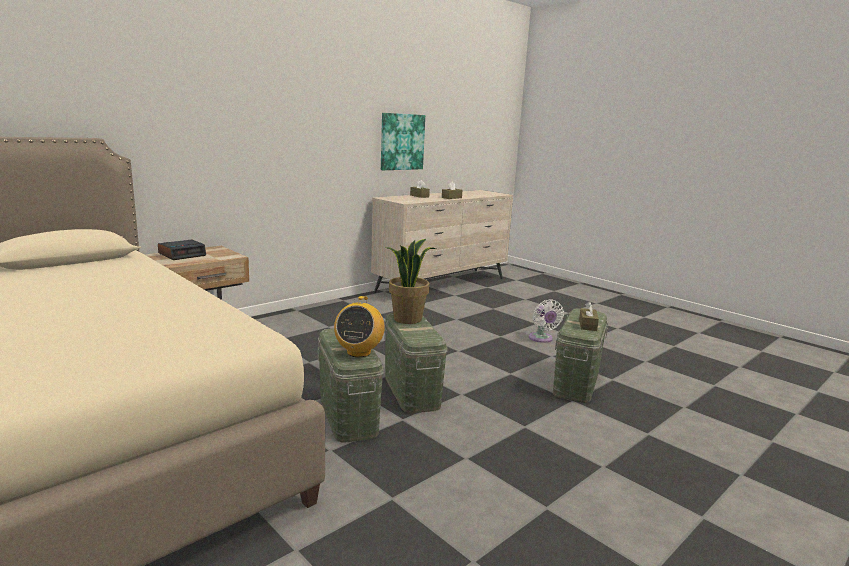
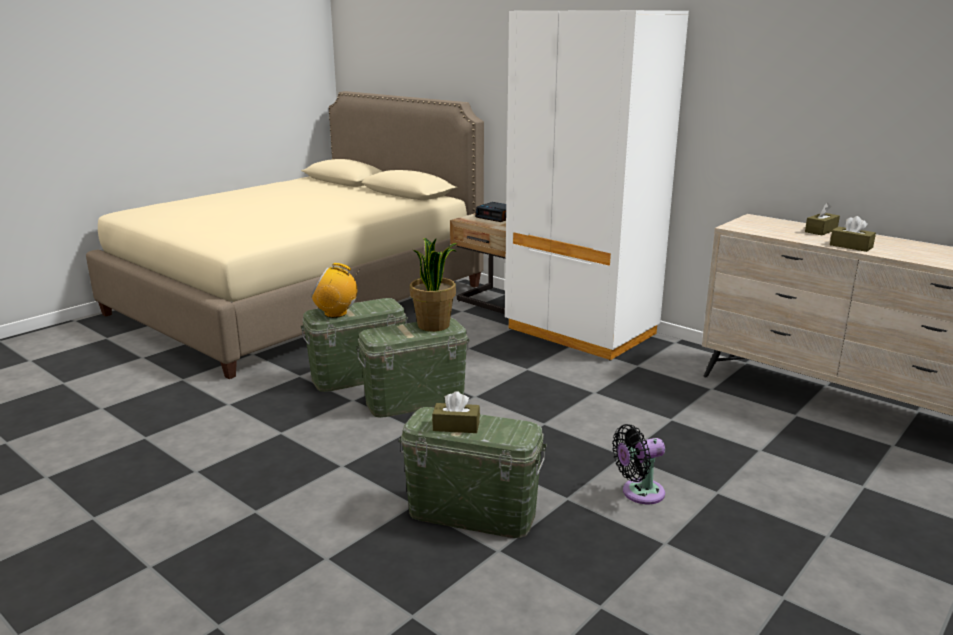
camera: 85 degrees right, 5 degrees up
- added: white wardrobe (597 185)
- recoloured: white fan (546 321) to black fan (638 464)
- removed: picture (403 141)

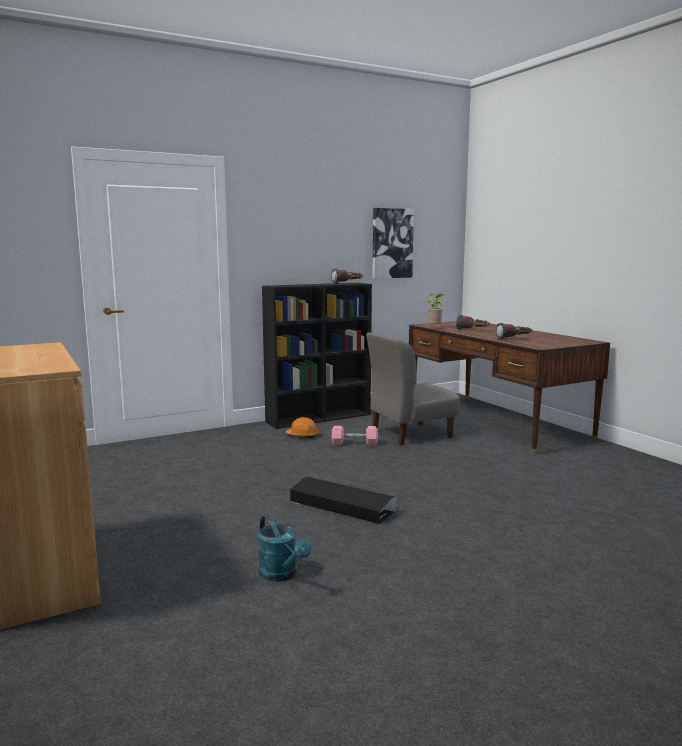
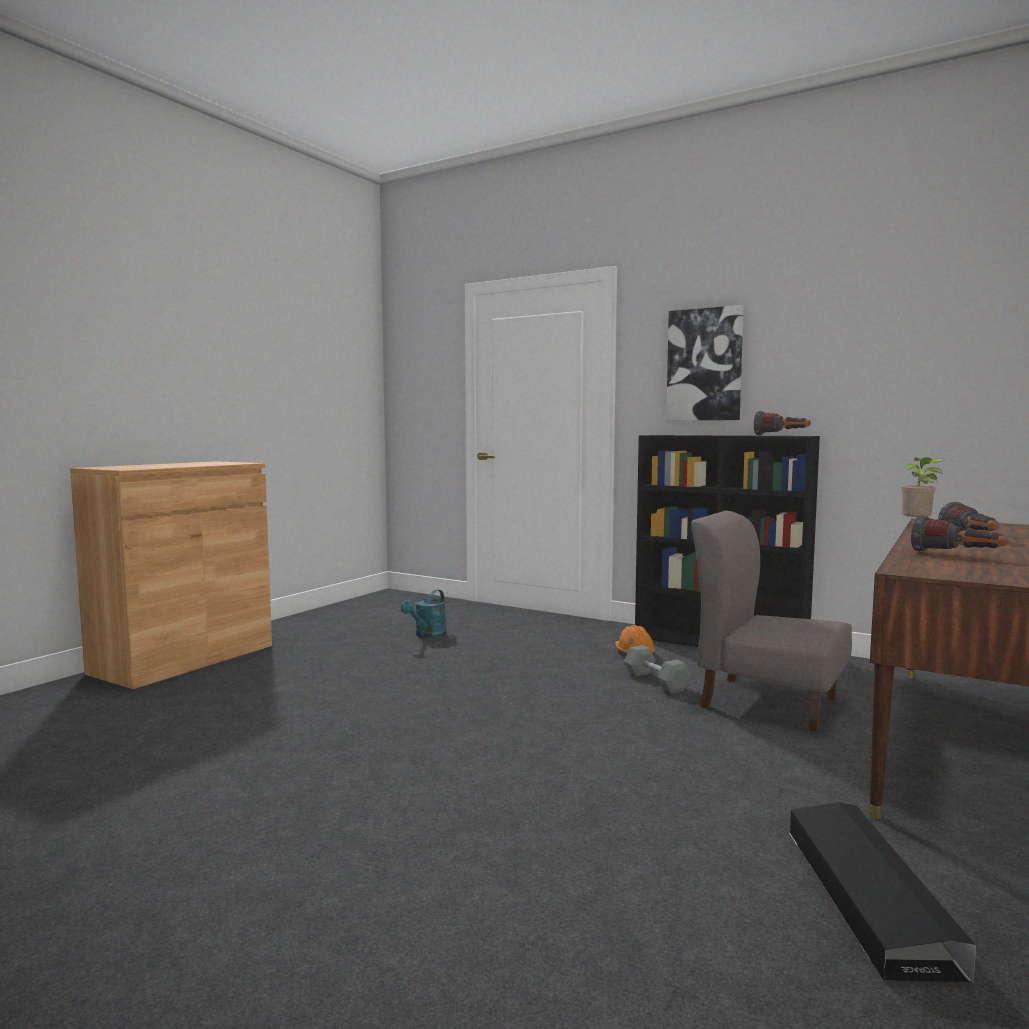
camera: 60 degrees right, 5 degrees down
- moved: turquoise watering can (284 548) to (424 614)
- recoloured: pink dumbbell (355 436) to grey dumbbell (657 669)
- moved: picture (393 243) to (705 362)
- moved: black storage box (343 500) to (882 892)

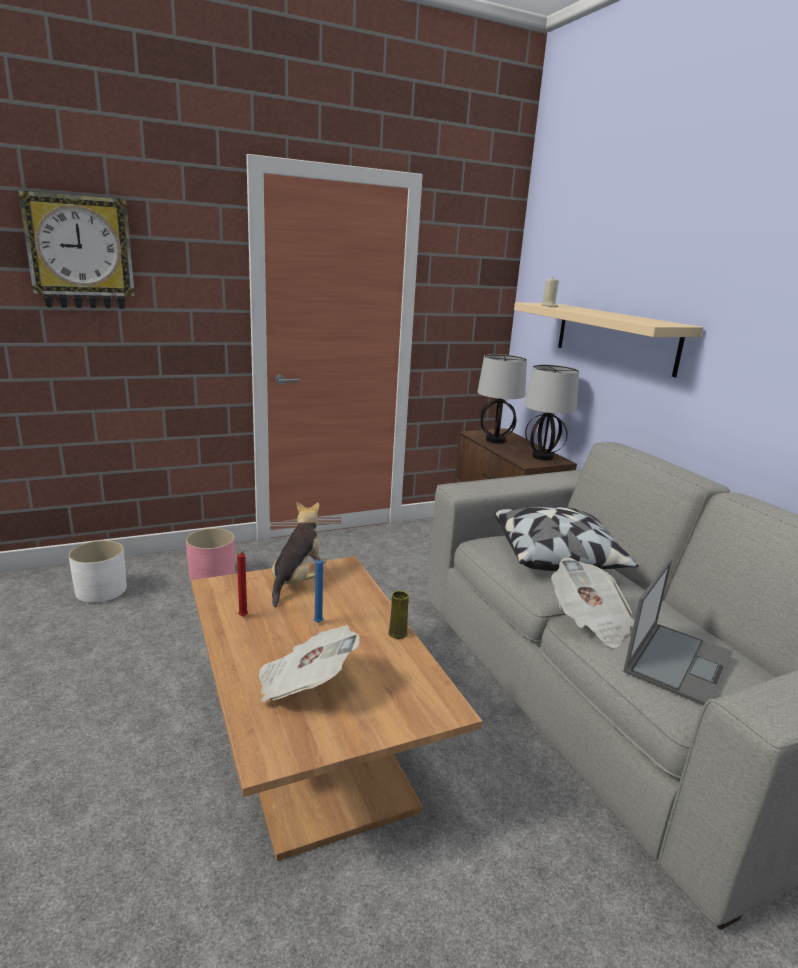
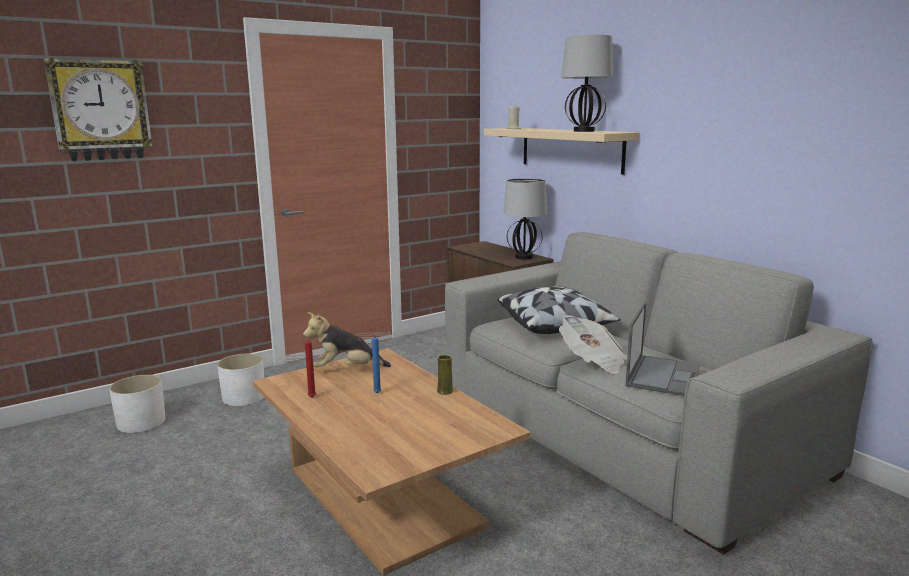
camera: 10 degrees left, 5 degrees down
- recoloured: pink planter (210 554) to white planter (240 380)
- turned: plush toy (299 554) = (347 339) 105 degrees counterclockwise
- moved: table lamp (502 398) to (587 83)
- removed: newspaper (309 663)

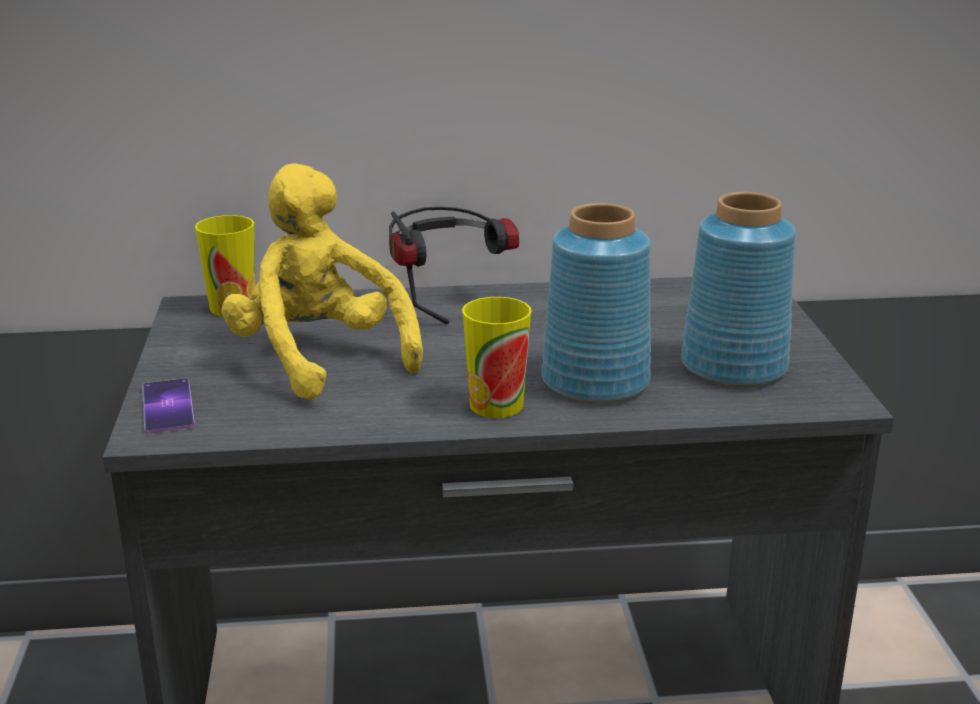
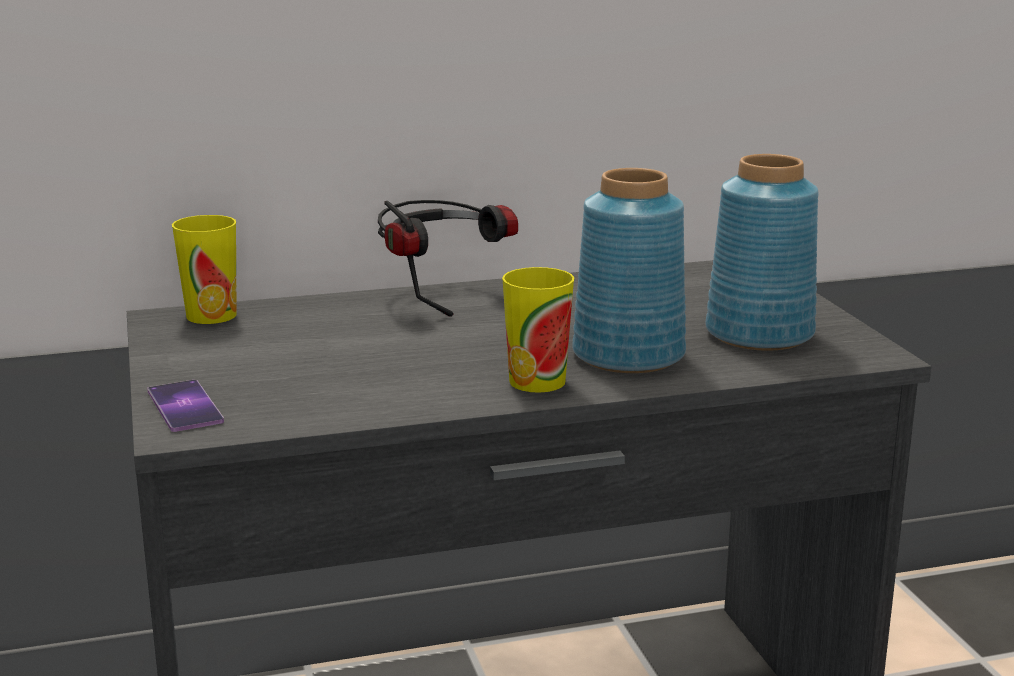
camera: 10 degrees left, 5 degrees down
- removed: yellow plush toy (322 281)

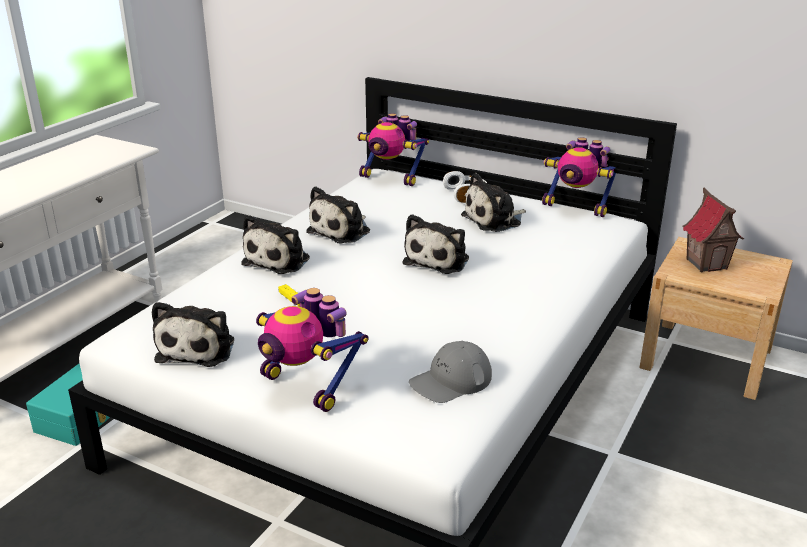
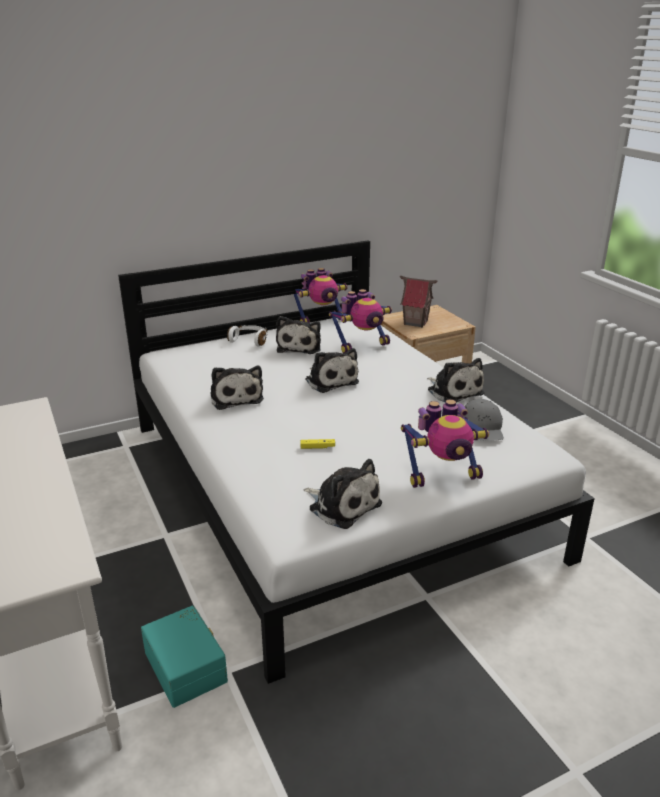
camera: 55 degrees left, 0 degrees up
- moved: toy robot (393 149) to (360 321)
- moved: plush toy (275 244) to (456 380)

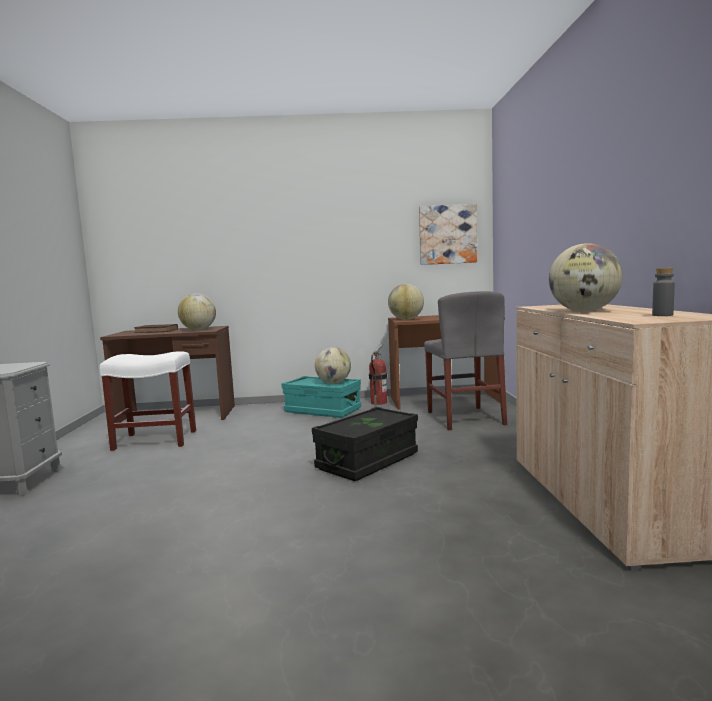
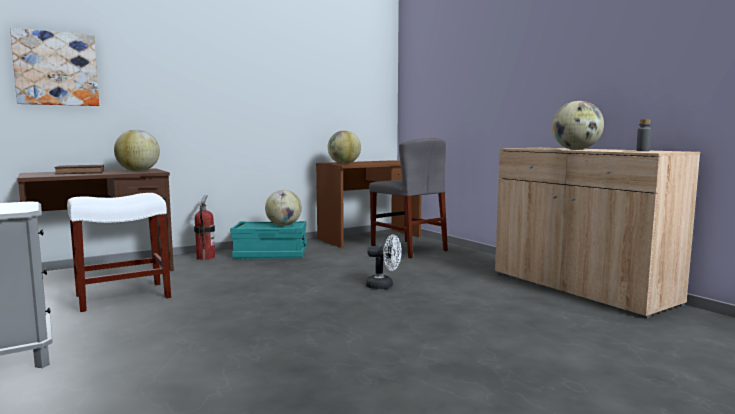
camera: 30 degrees left, 0 degrees up
- moved: picture (448 234) to (54 67)
- moved: fire extinguisher (378 374) to (204 227)
- replaced: black storage box (365 444) to white fan (384 262)

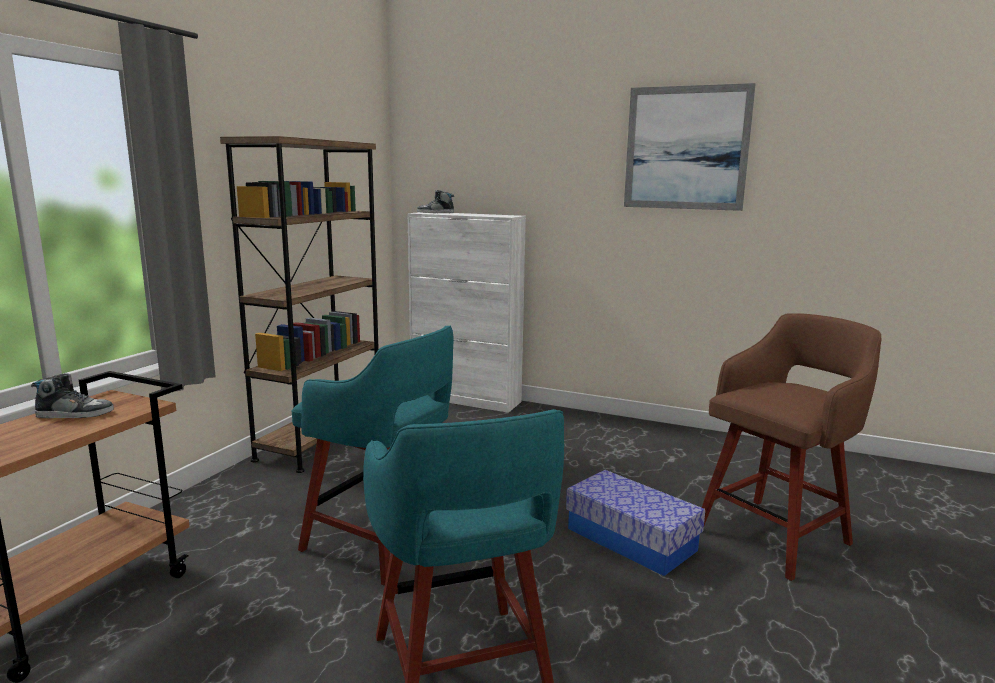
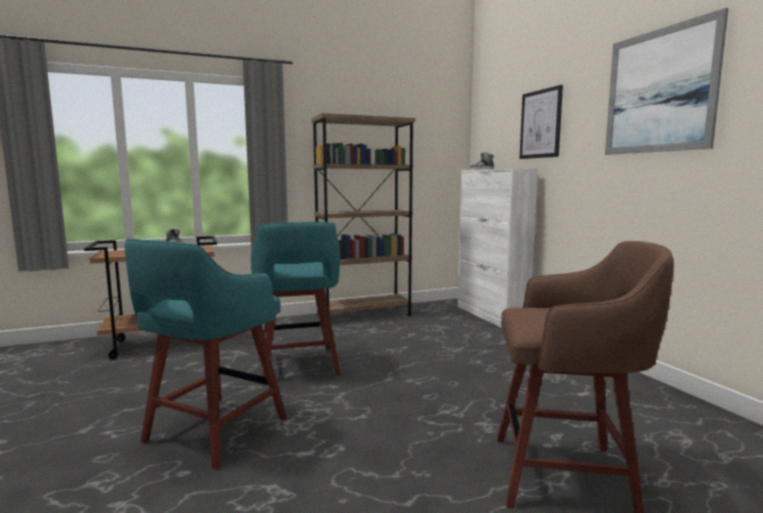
camera: 45 degrees right, 5 degrees down
- added: picture (541 122)
- removed: storage box (635 523)

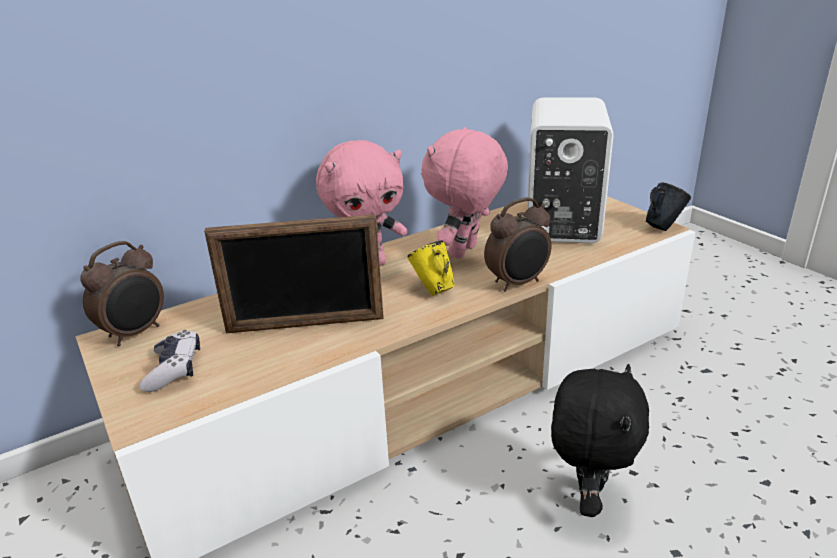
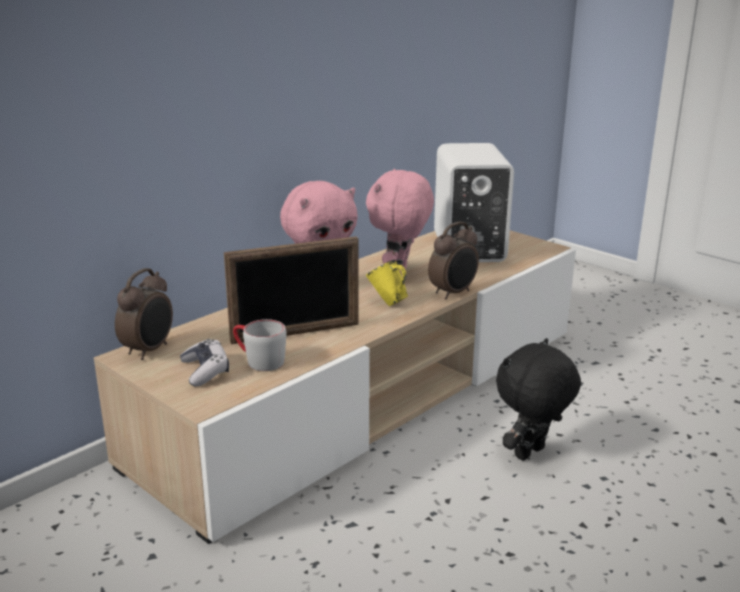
camera: 15 degrees left, 5 degrees down
- added: grey mug (260 345)
- turned: black plush toy (600 440) = (538 399) 135 degrees counterclockwise
- removed: blue mug (668 207)

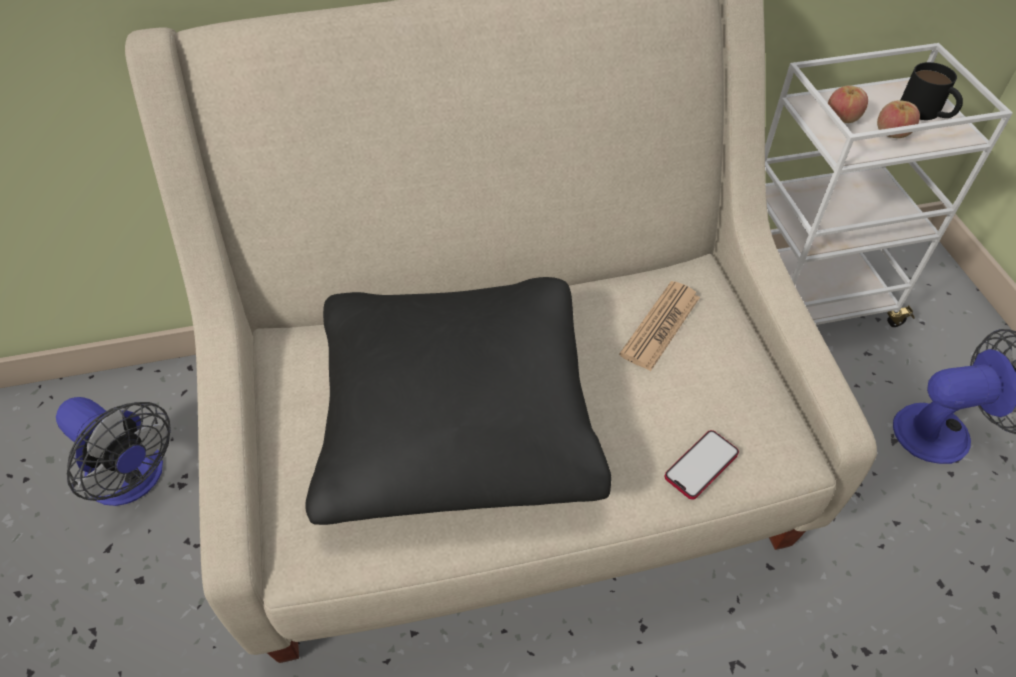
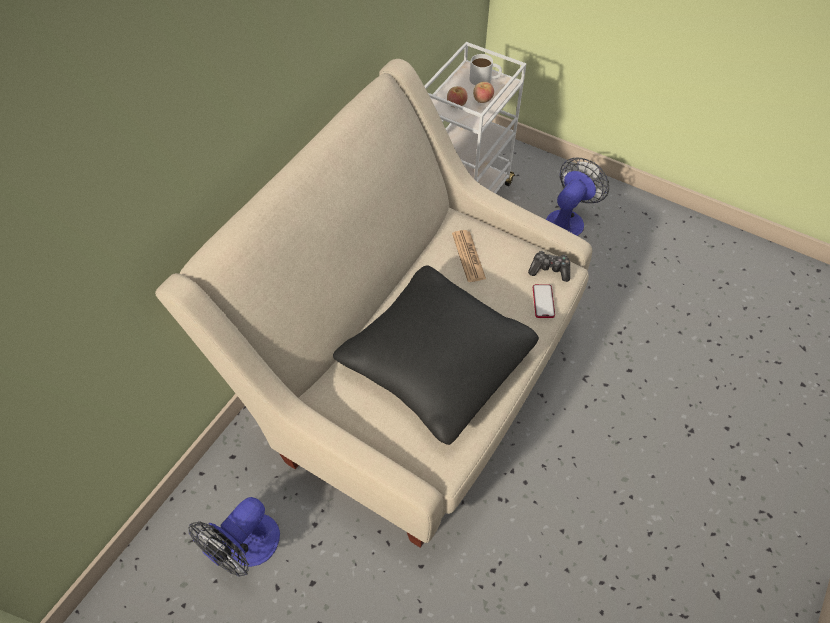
camera: 45 degrees left, 5 degrees up
- turned: fan (113 451) = (234 536) 135 degrees clockwise
- recoloured: black mug (932 91) to white mug (486 69)
- added: game controller (549 266)

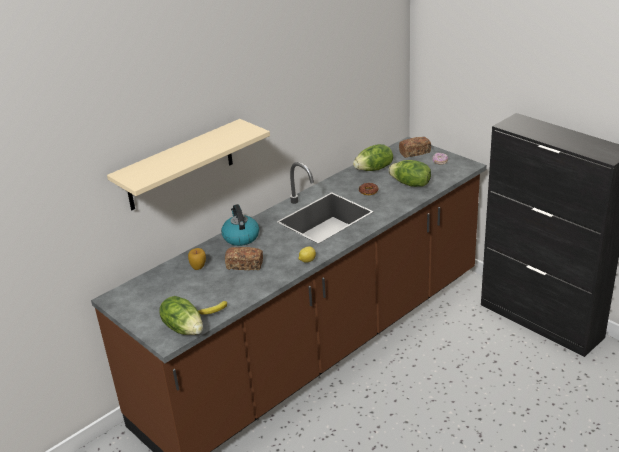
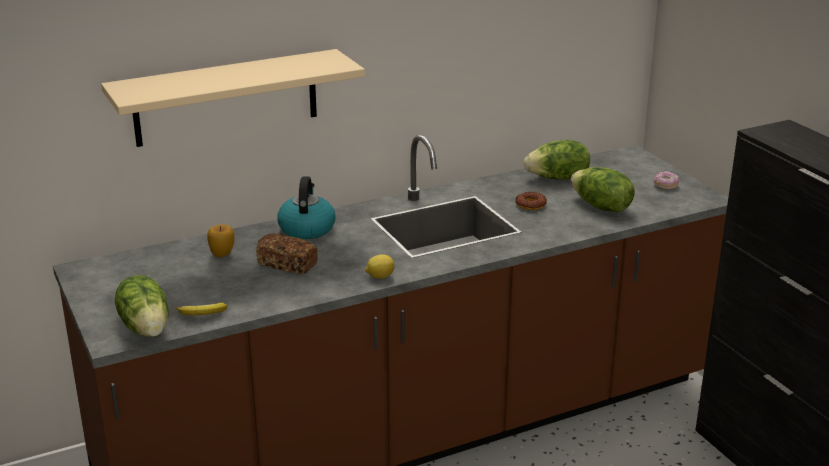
camera: 15 degrees right, 5 degrees down
- removed: bread (415 147)

